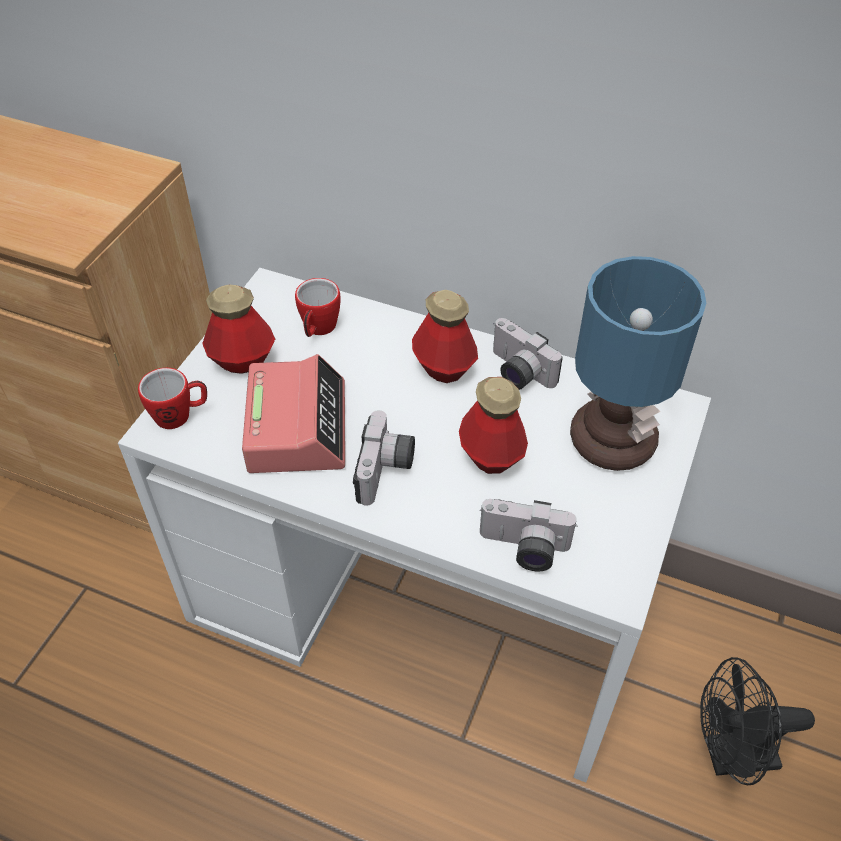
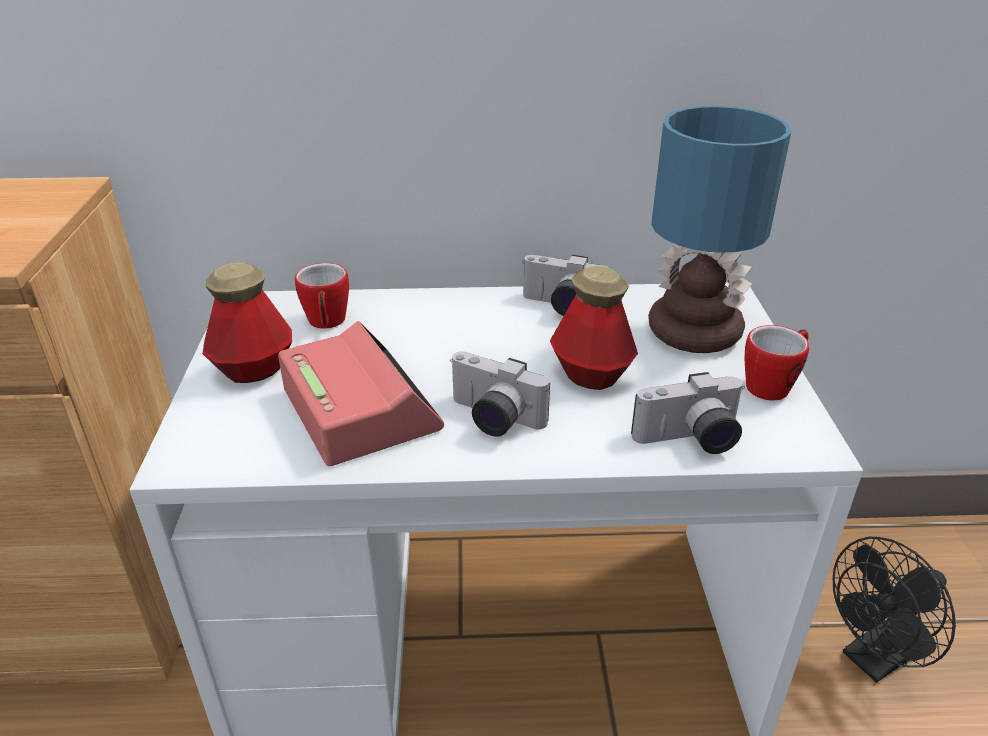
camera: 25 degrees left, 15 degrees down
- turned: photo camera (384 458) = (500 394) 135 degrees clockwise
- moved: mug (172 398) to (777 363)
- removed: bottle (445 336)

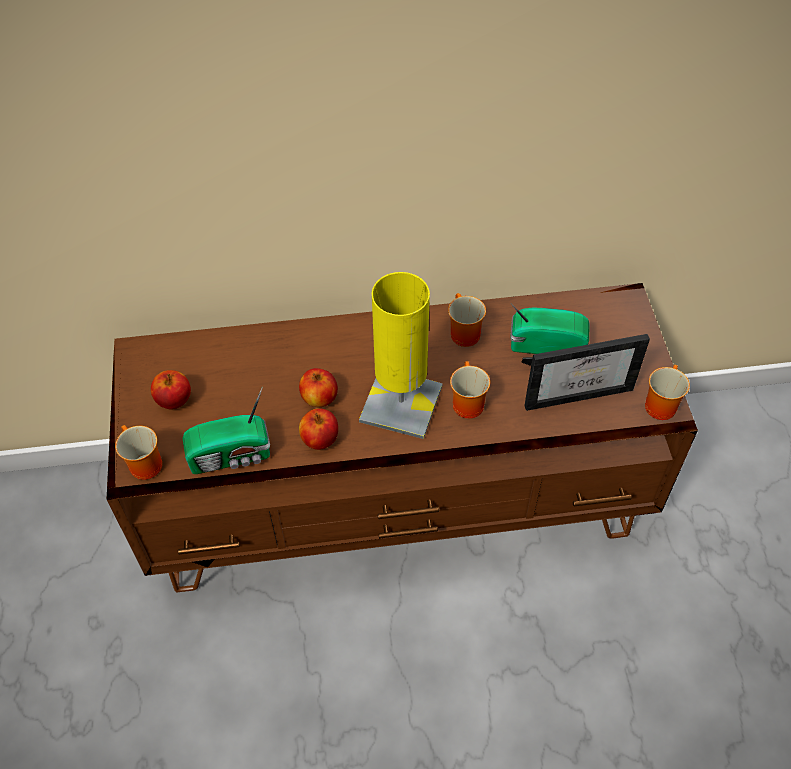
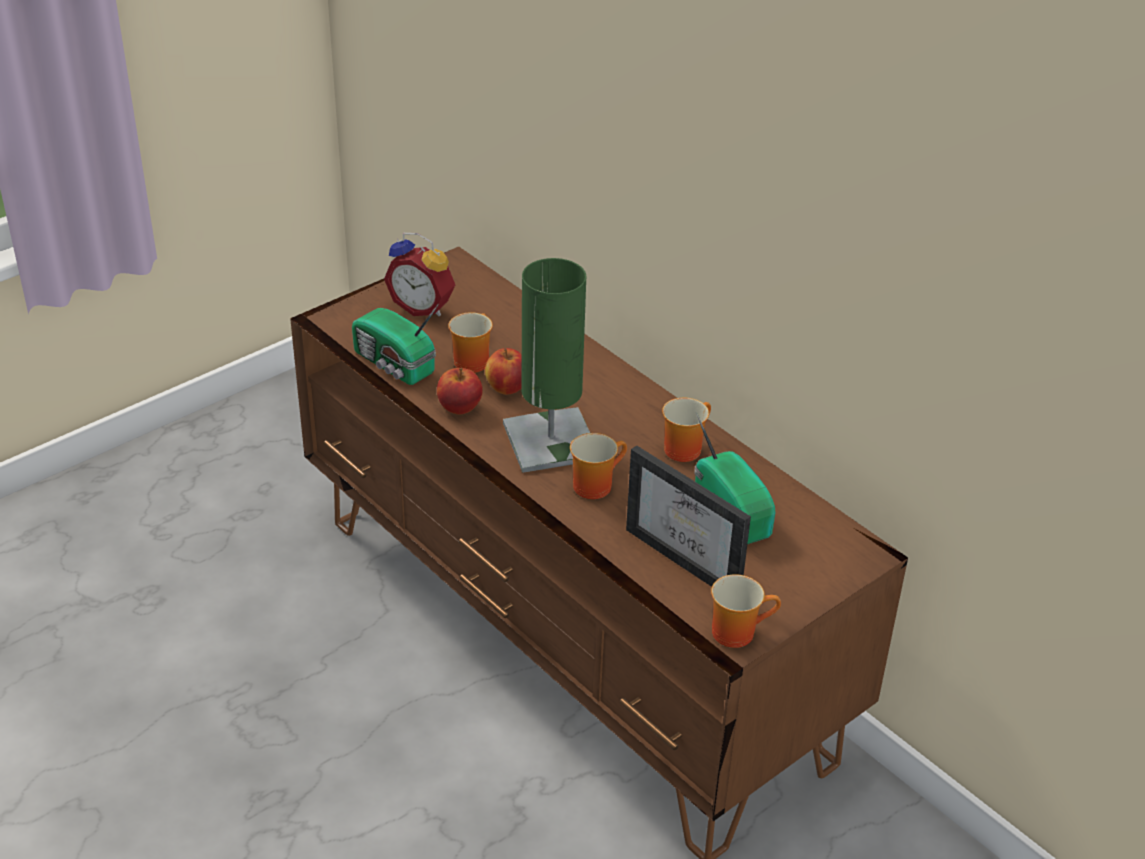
camera: 55 degrees right, 15 degrees down
- replaced: apple (171 390) to alarm clock (419 274)
- moved: mug (138 452) to (470 343)
- recoloured: yellow table lamp (400 355) to green table lamp (546 365)

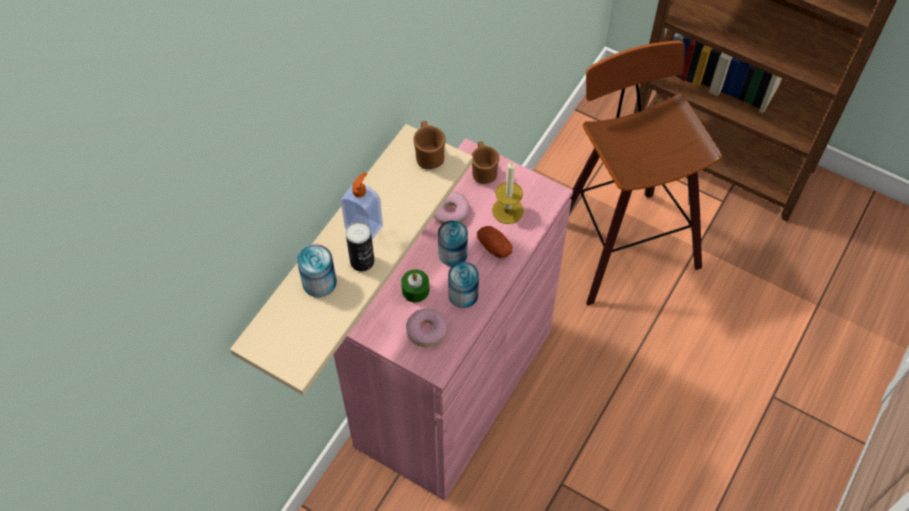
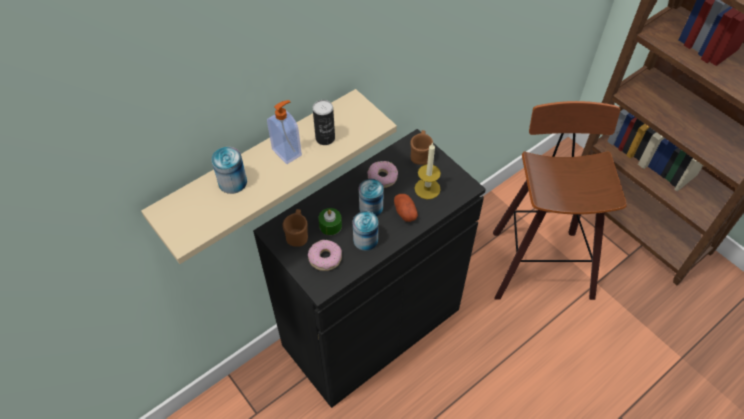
camera: 20 degrees right, 5 degrees down
- recoloured: pink cabinet (453 319) to black cabinet (369 268)
- moved: brown mug (430 145) to (295 228)
- moved: can (360 247) to (324 122)

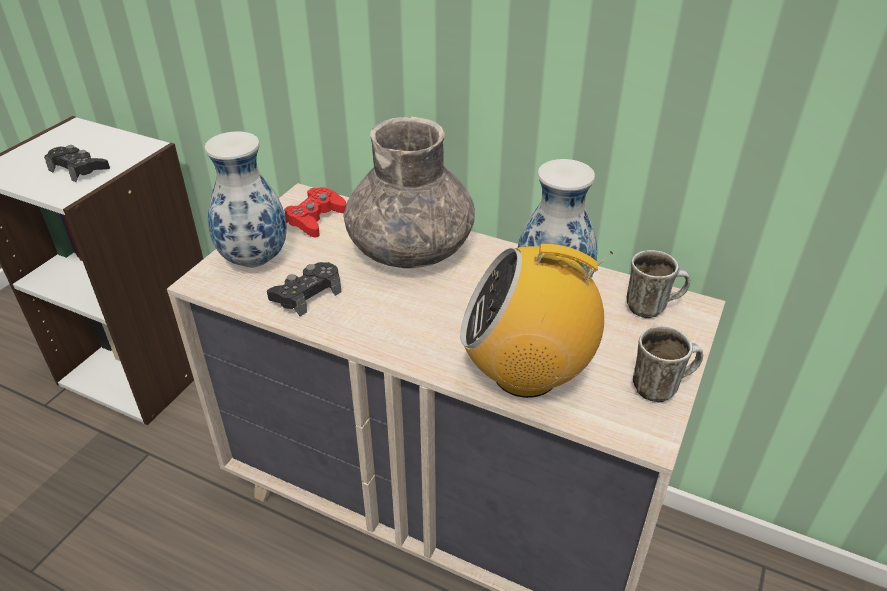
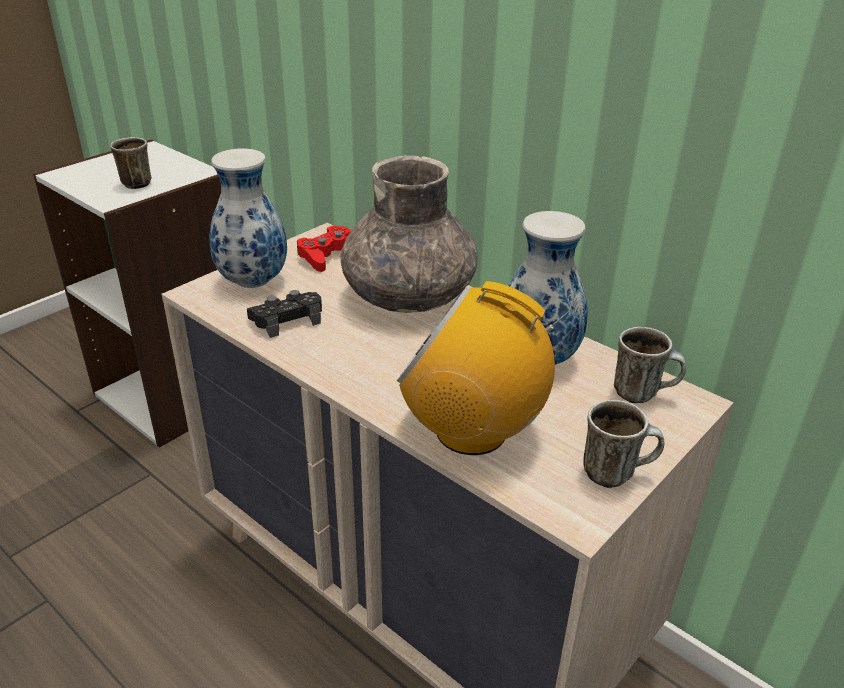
camera: 15 degrees right, 5 degrees down
- replaced: black game controller (77 163) to mug (131 163)

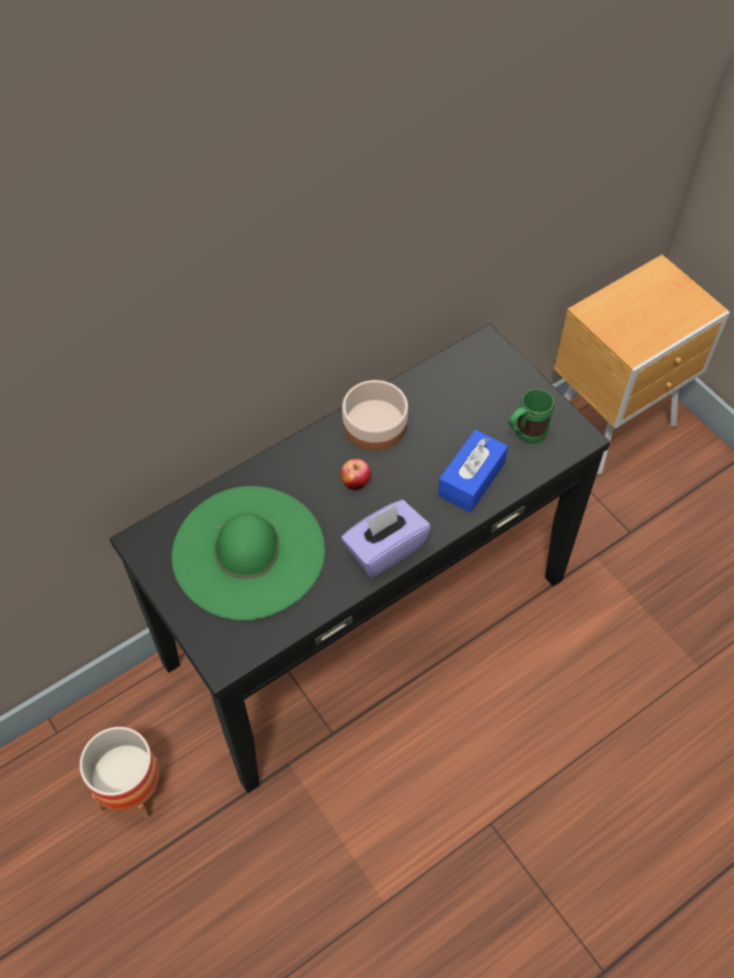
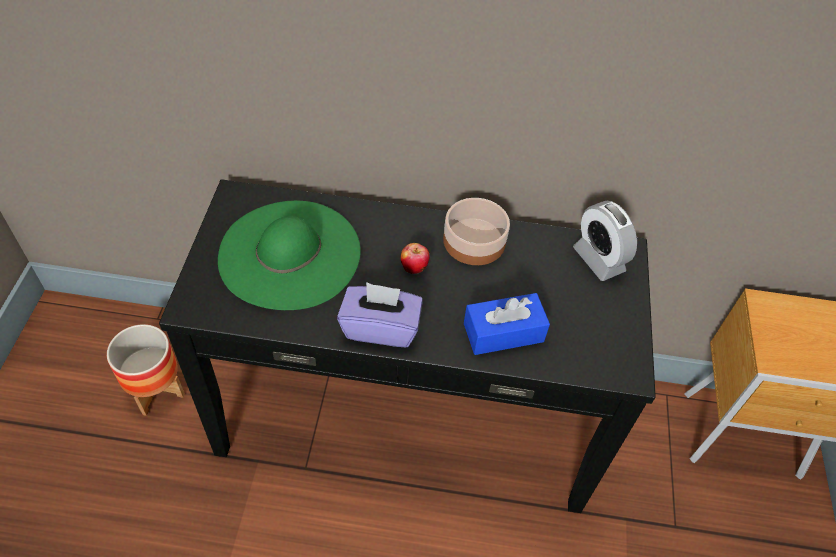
camera: 40 degrees right, 5 degrees down
- added: alarm clock (605 241)
- removed: green mug (531 416)

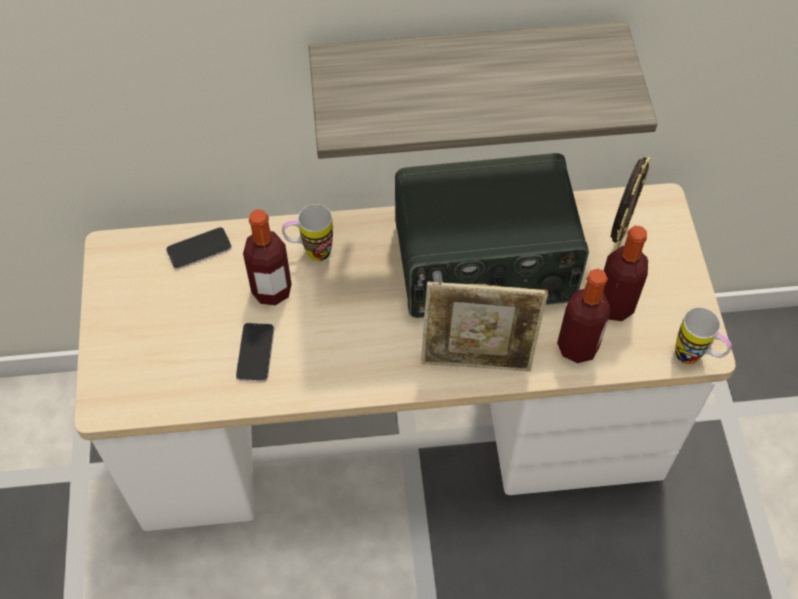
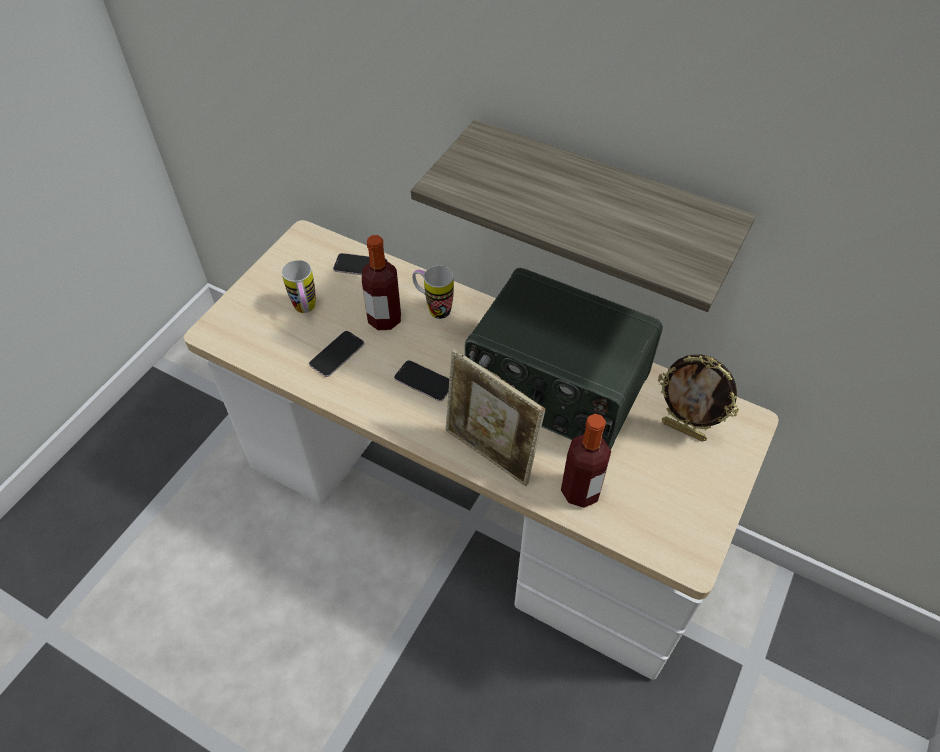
camera: 35 degrees right, 5 degrees down
- moved: mug (703 335) to (299 286)
- added: phone (421 381)
- turned: picture frame (631 204) = (698 397) 60 degrees clockwise
- removed: bottle (625 273)

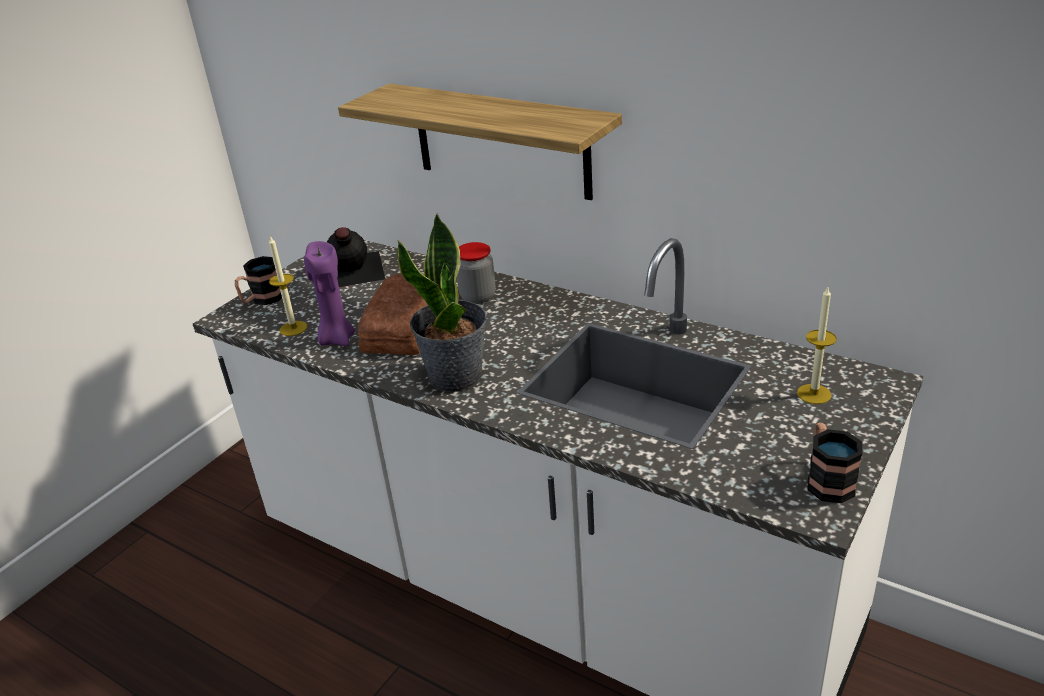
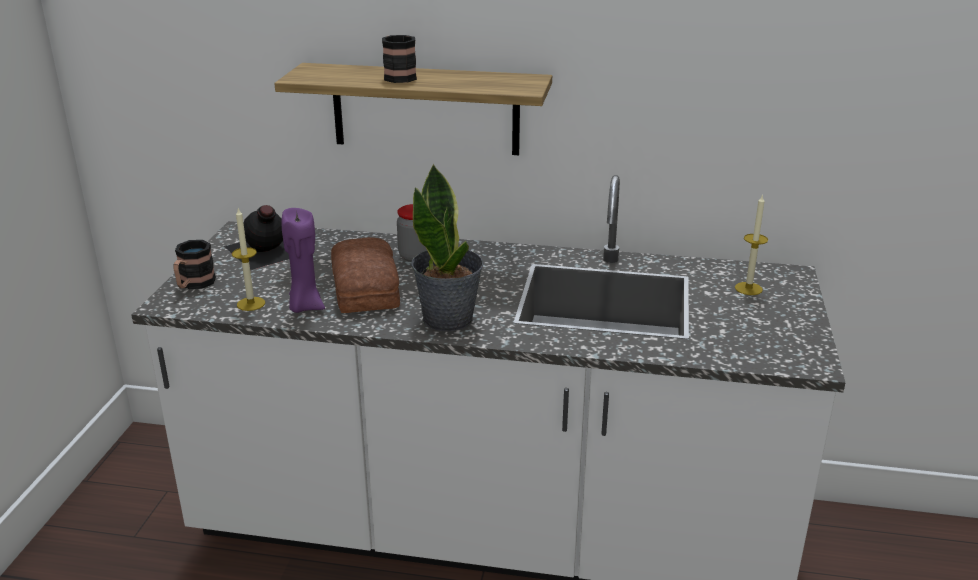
camera: 25 degrees left, 5 degrees down
- moved: mug (835 463) to (399 59)

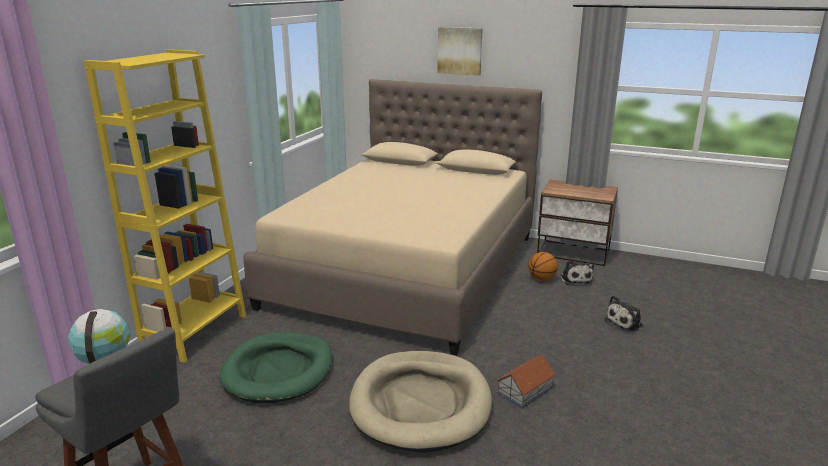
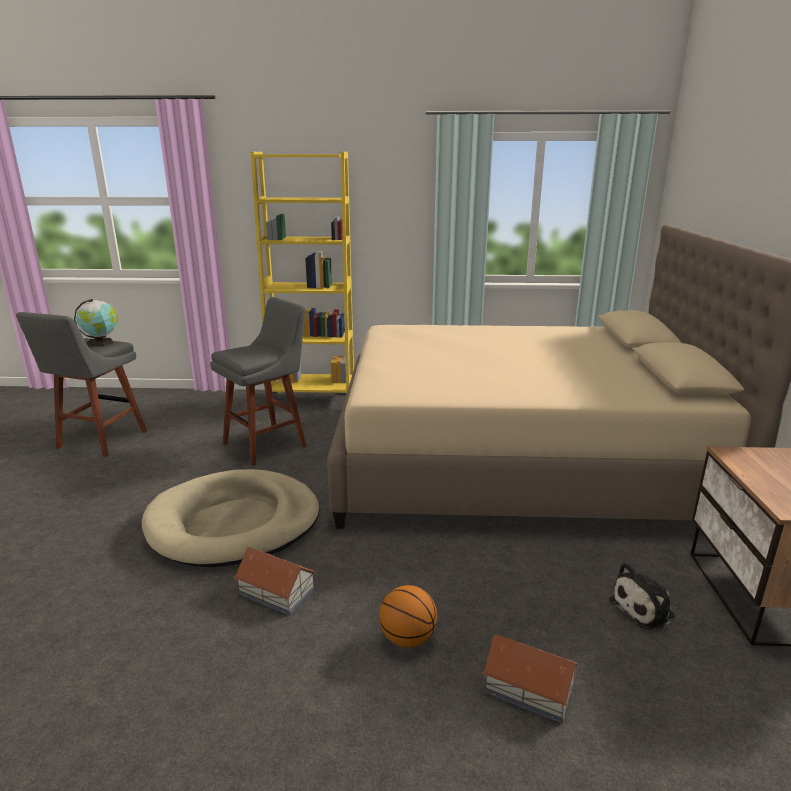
camera: 70 degrees right, 0 degrees up
- replaced: green dog bed (276 367) to grey stool (258 381)
- moved: basketball (543 266) to (408 616)
- replaced: plush toy (624 313) to toy house (530 679)
- removed: picture (460 51)

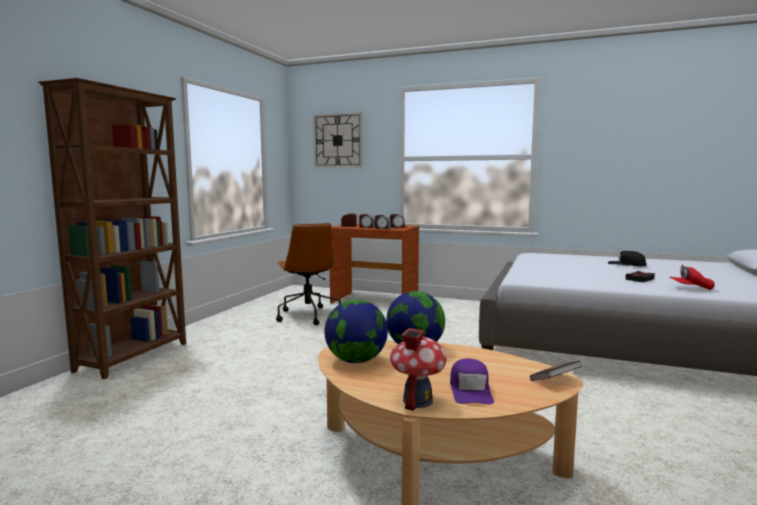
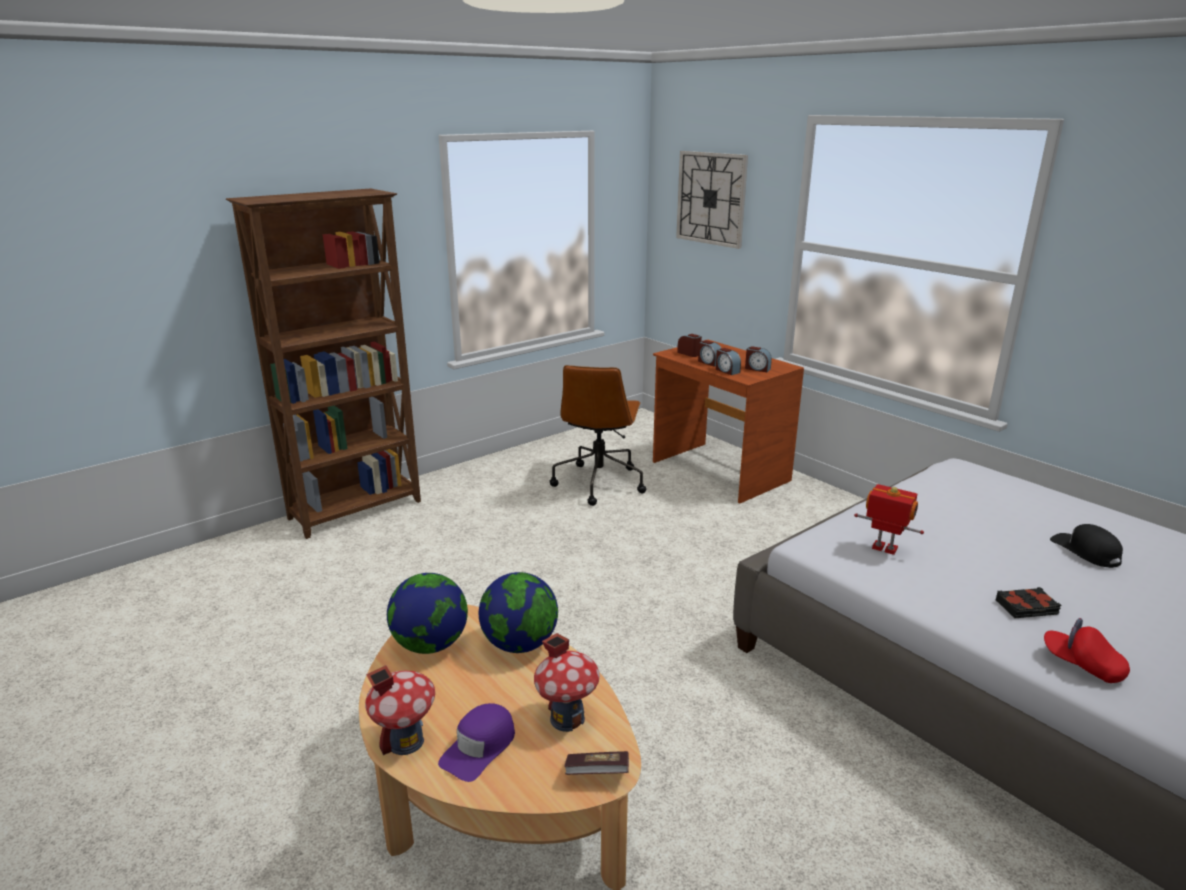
camera: 30 degrees right, 15 degrees up
- added: toy house (567 682)
- added: toy robot (889 519)

